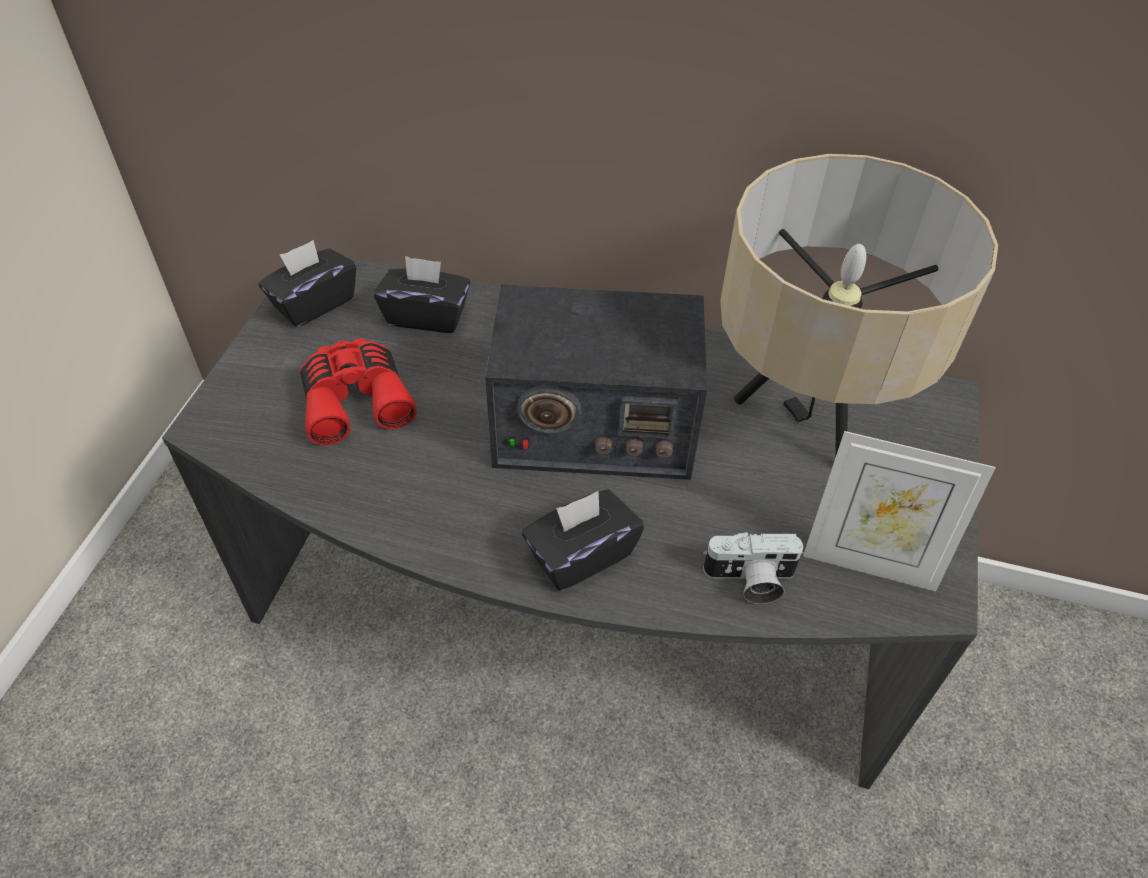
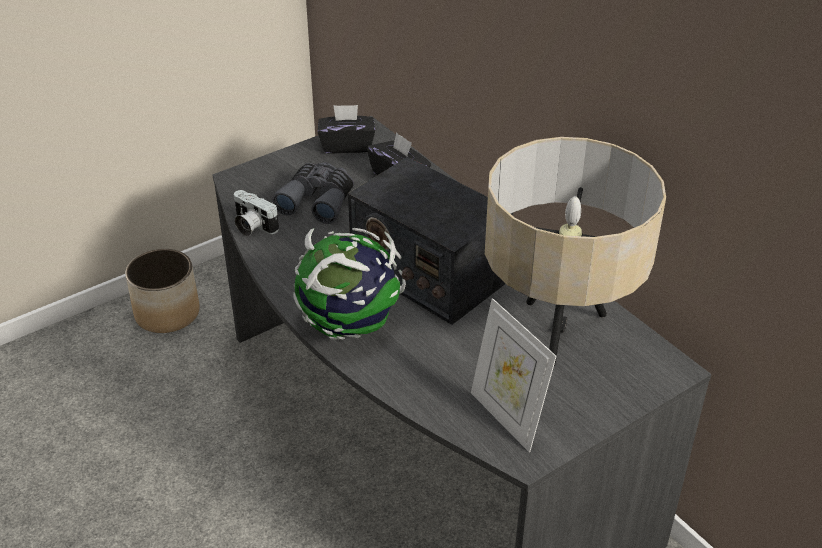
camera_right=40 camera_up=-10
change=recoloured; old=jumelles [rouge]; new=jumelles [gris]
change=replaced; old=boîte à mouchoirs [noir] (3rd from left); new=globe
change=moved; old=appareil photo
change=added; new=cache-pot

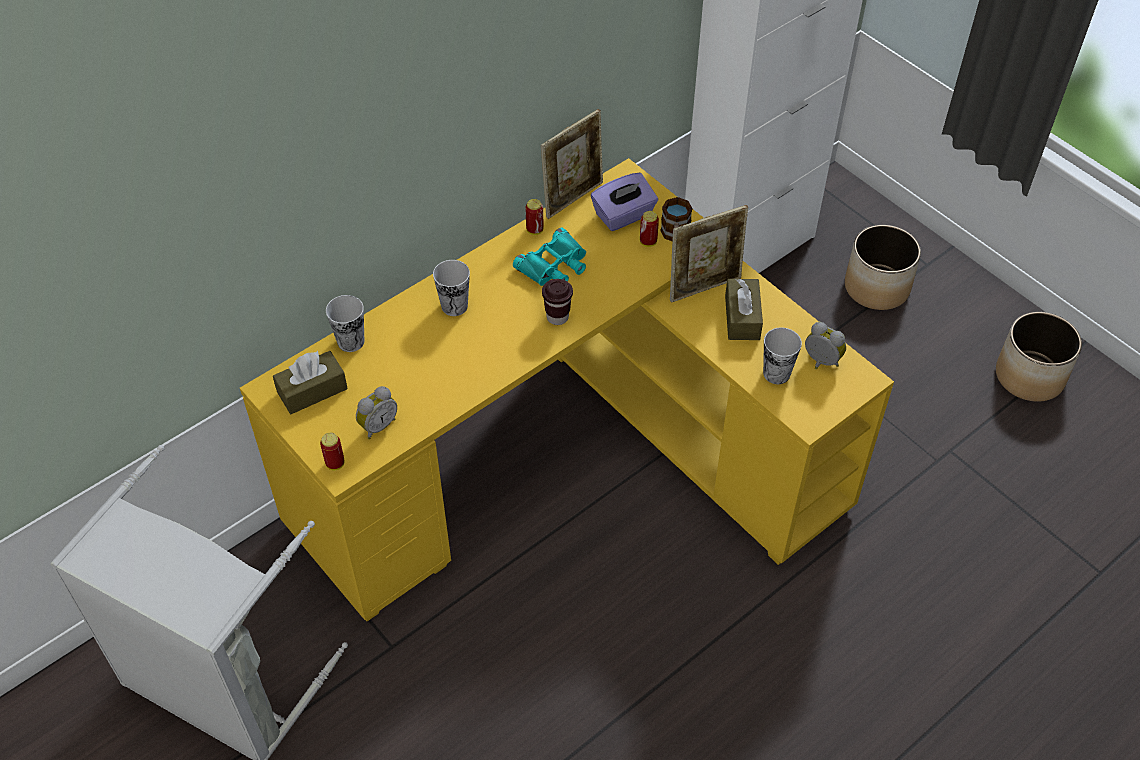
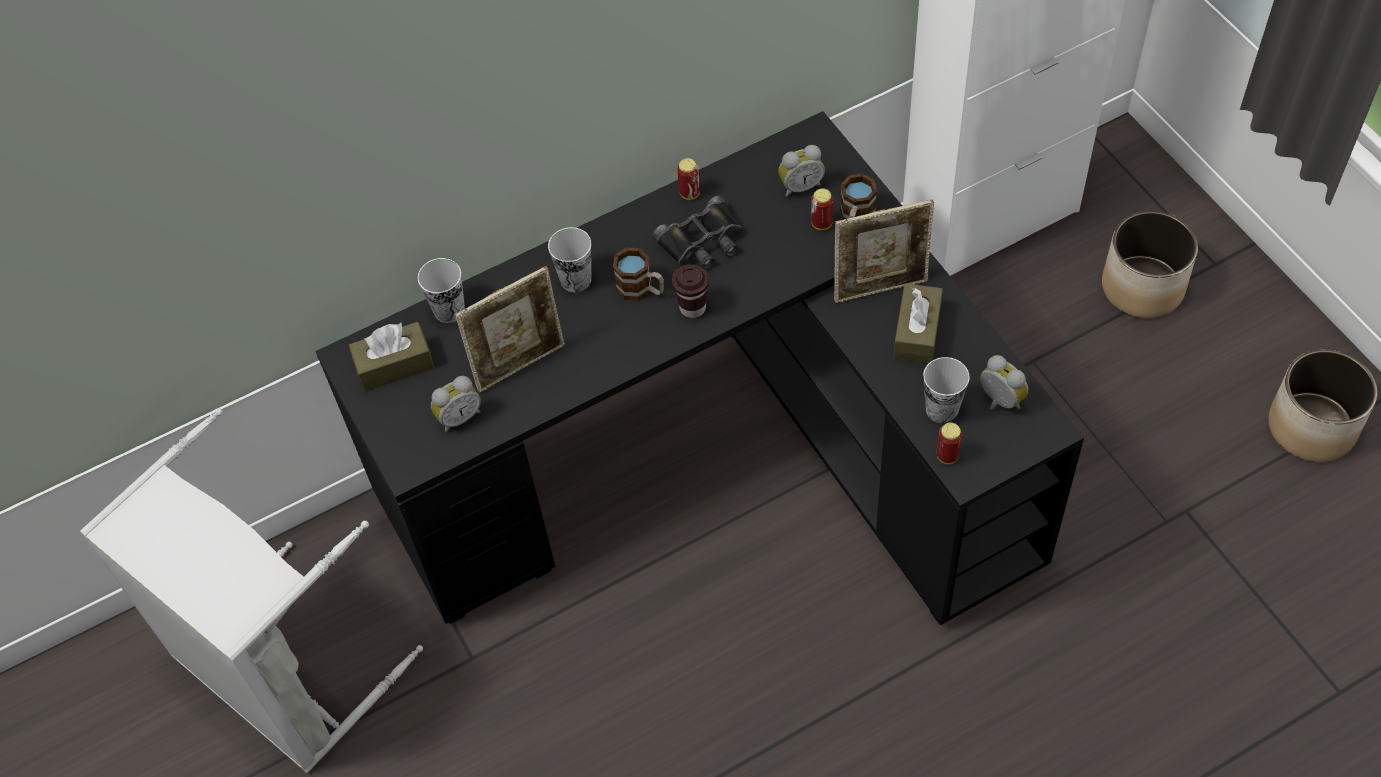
camera_right=15 camera_up=5
change=moved; old=cadre photo (1st from left)
change=recoloured; old=bureau [jaune]; new=bureau [noir]
change=replaced; old=boîte à mouchoirs [violet]; new=réveil (2nd from left)
change=recoloured; old=jumelles [turquoise]; new=jumelles [noir]
change=moved; old=boîte métallique (1st from left in the first image); new=boîte métallique (3rd from left)
change=added; new=mug (1st from left)

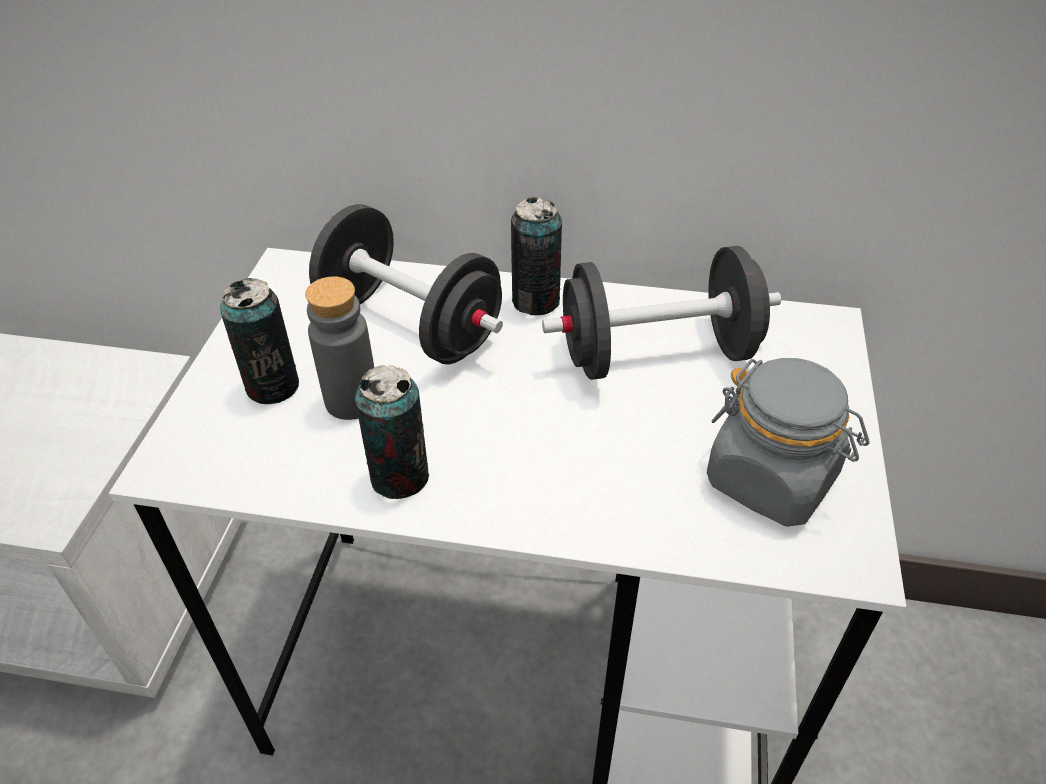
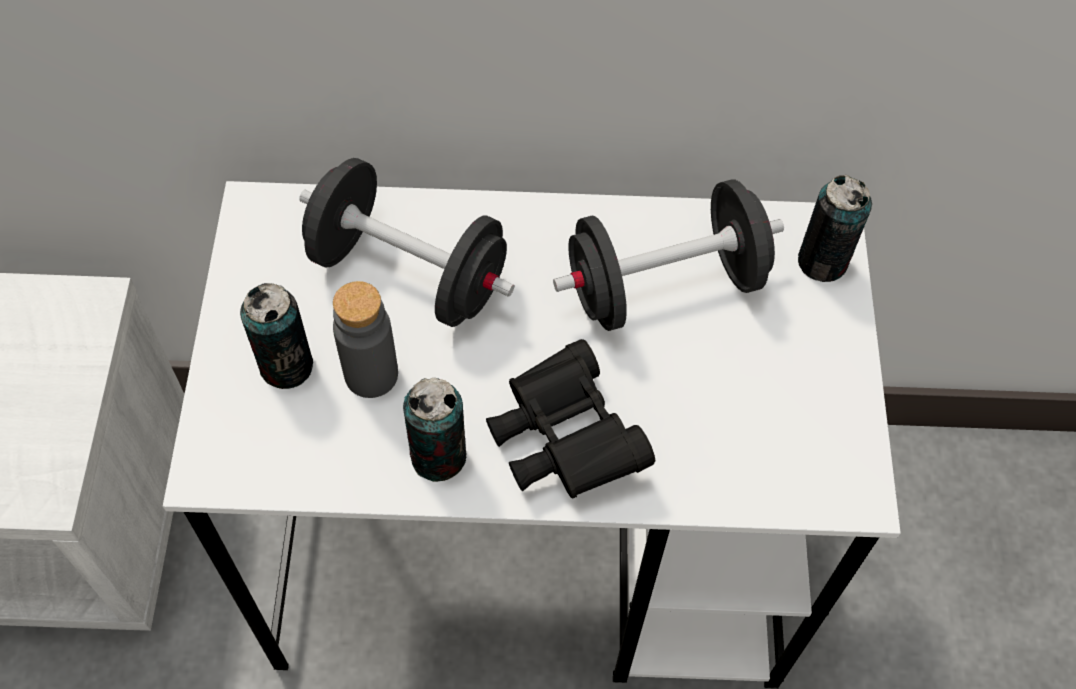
camera_right=-10 camera_up=15
change=moved; old=boîte métallique (3rd from left)
change=removed; old=bocal [gris]
change=added; new=jumelles [noir]

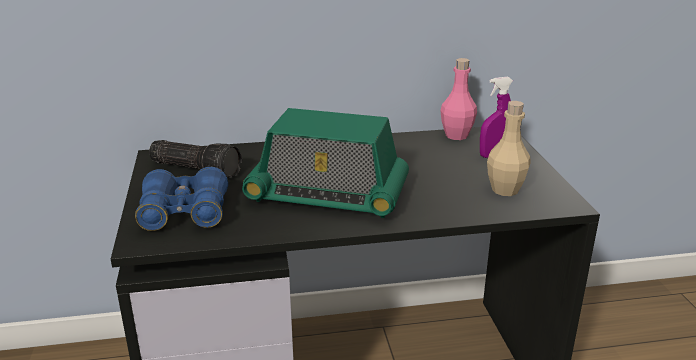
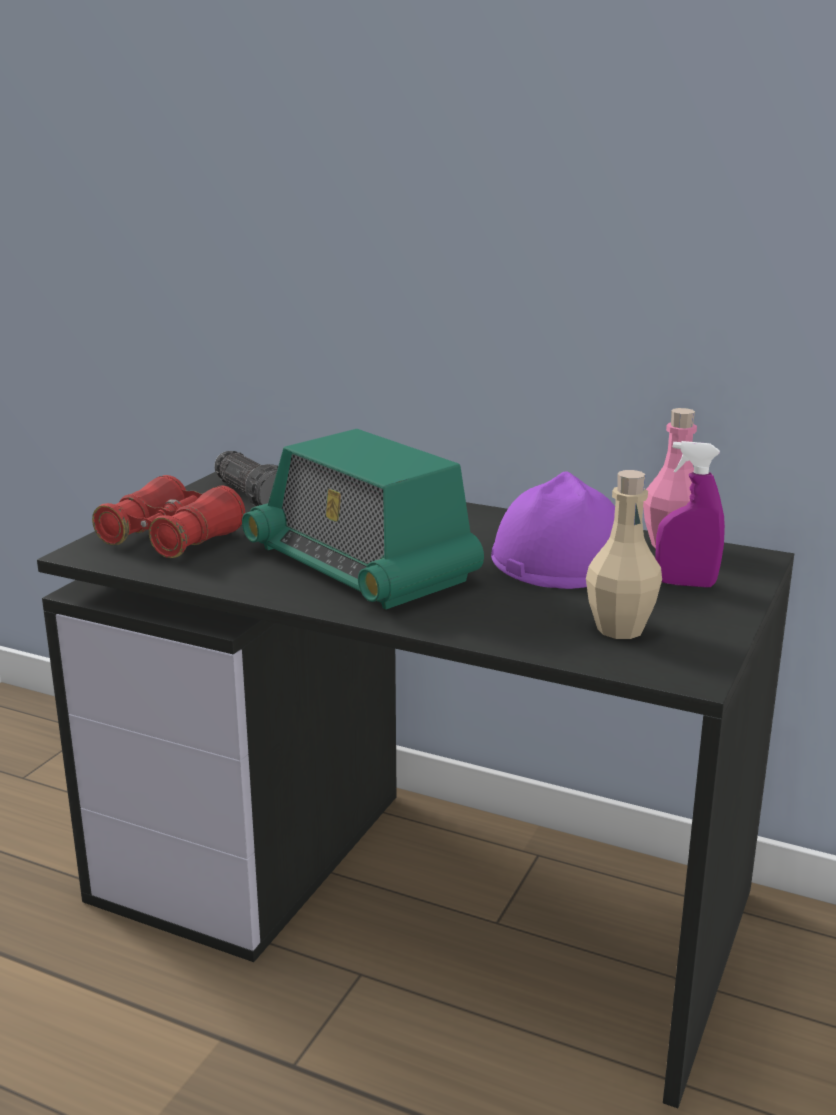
camera_right=35 camera_up=-5
change=recoloured; old=jumelles [bleu]; new=jumelles [rouge]
change=added; new=casque de chantier [violet]

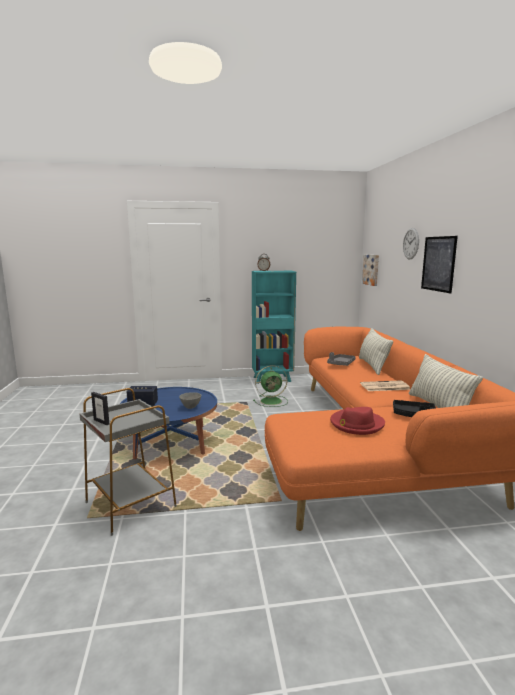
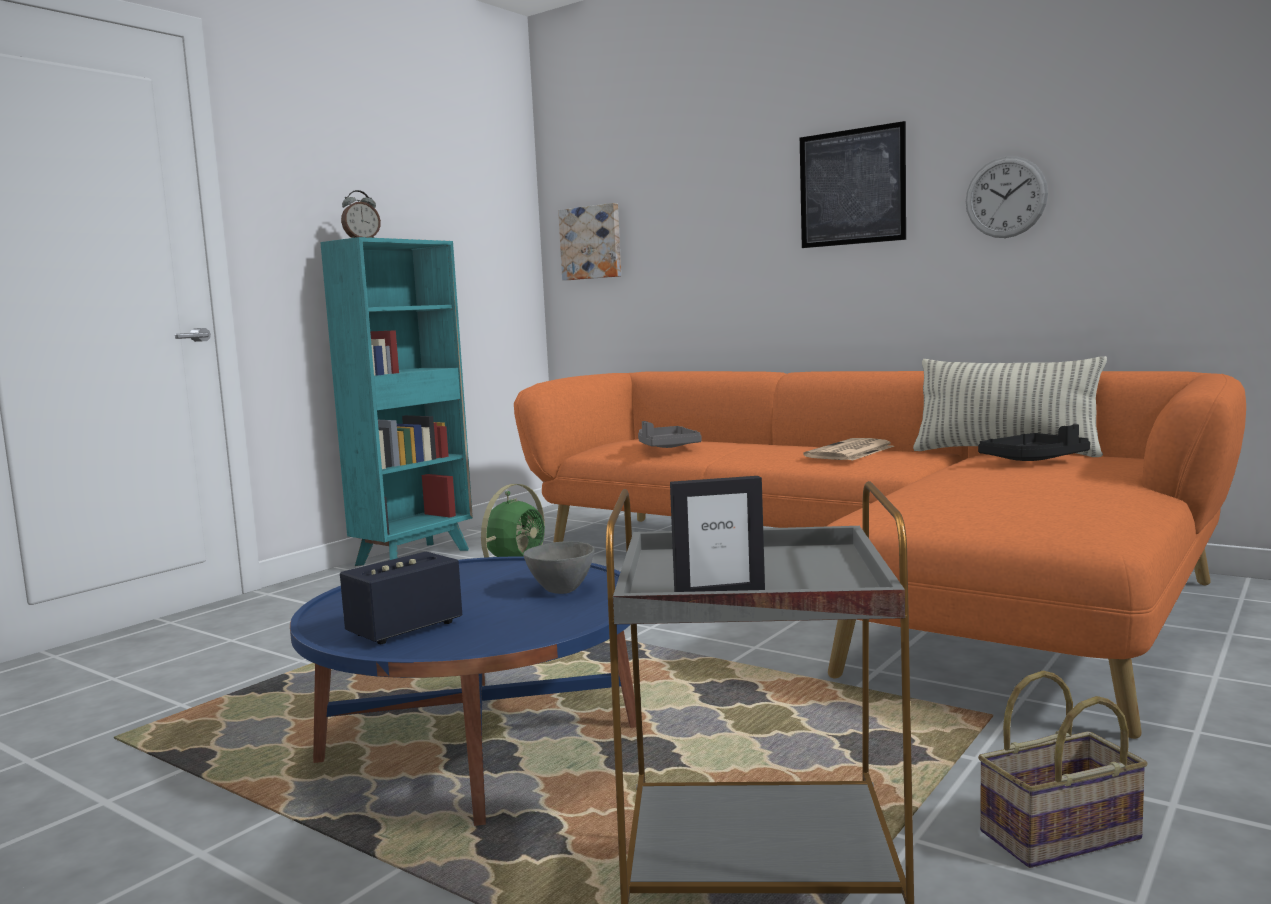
camera_right=-45 camera_up=-5
change=moved; old=horloge murale
change=removed; old=coussin (1st from left)
change=removed; old=chapeau [rouge]
change=added; new=panier

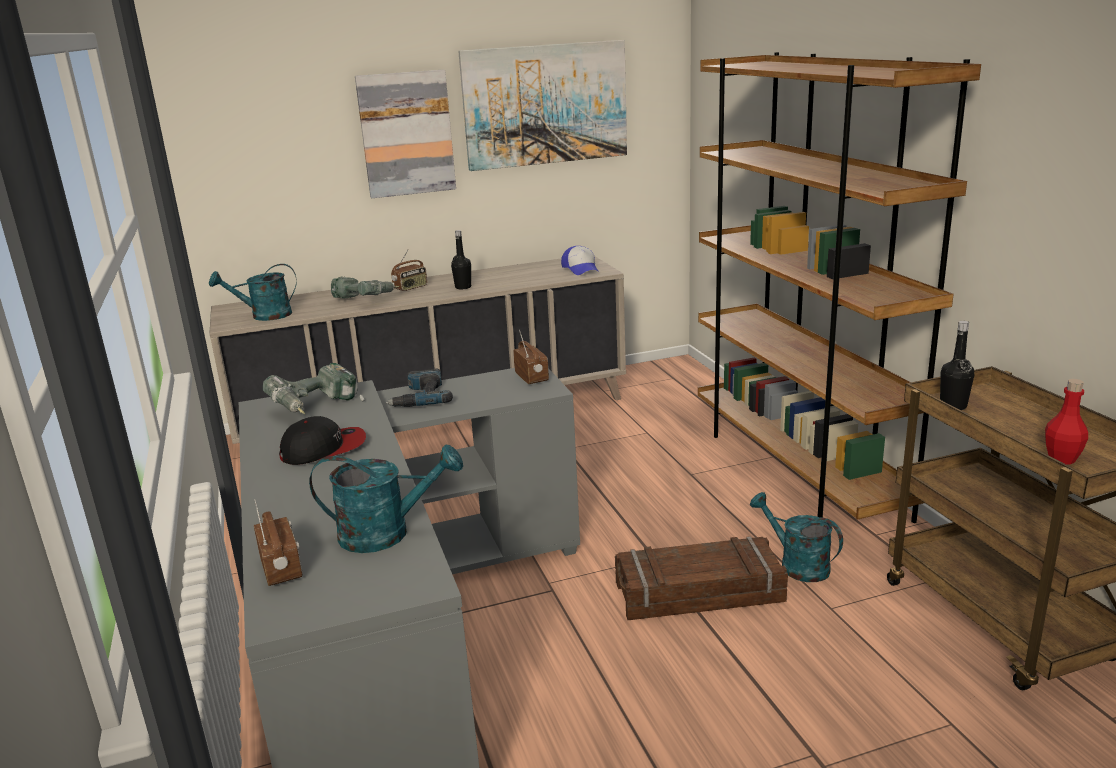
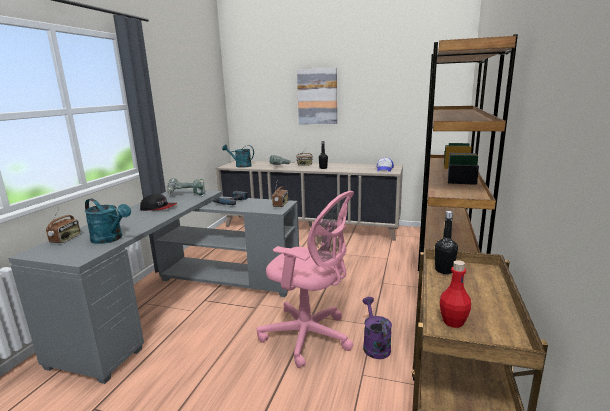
camera_right=35 camera_up=-5
change=removed; old=tableau (2nd from left)
change=recoloured; old=arrosoir [turquoise] (3rd from left); new=arrosoir [violet]
change=replaced; old=caisse; new=chaise de bureau [rose]

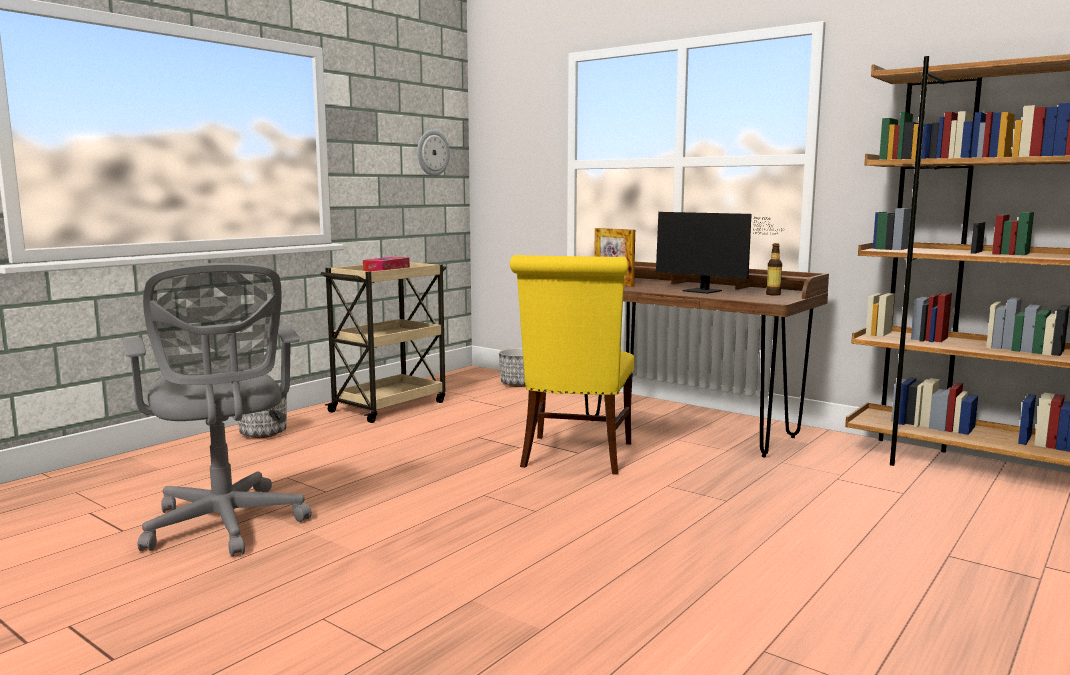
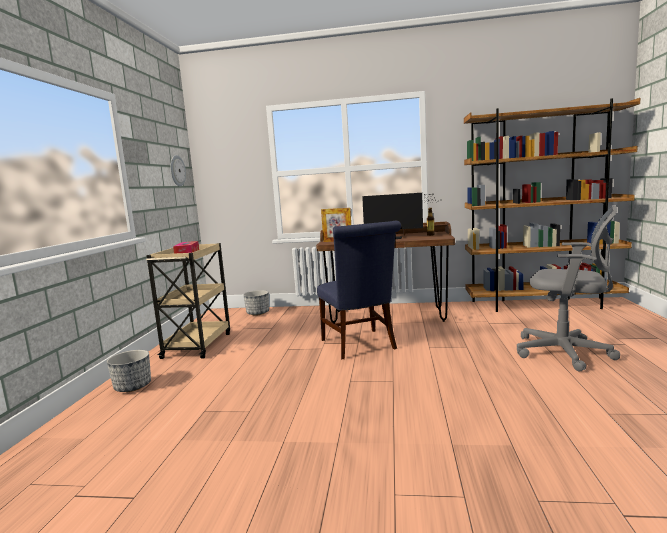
camera_right=-30 camera_up=0
change=recoloured; old=chaise [jaune]; new=chaise [bleu]
change=moved; old=chaise de bureau [gris]

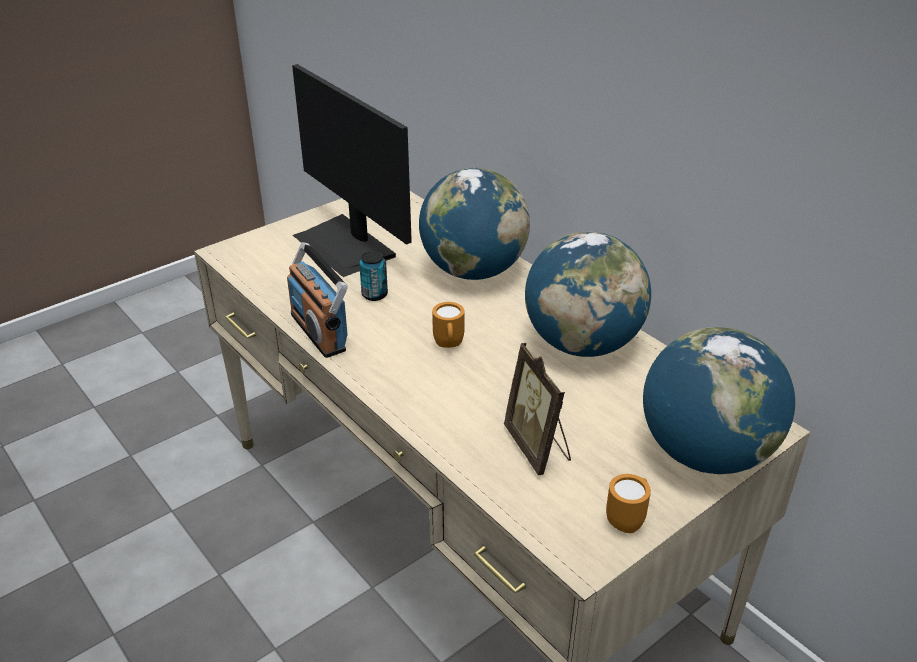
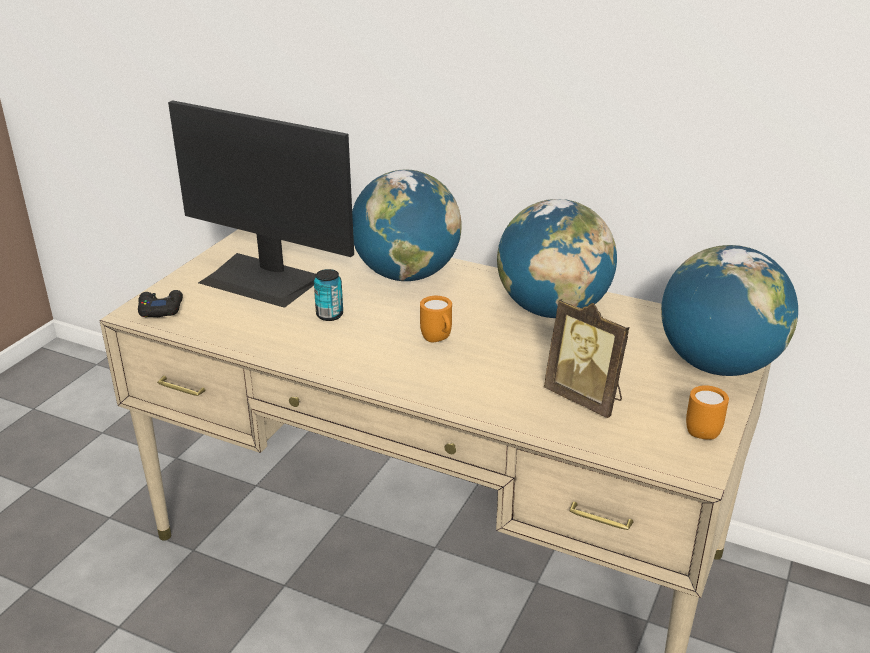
camera_right=-25 camera_up=-5
change=removed; old=radio
change=added; new=manette [noir]

